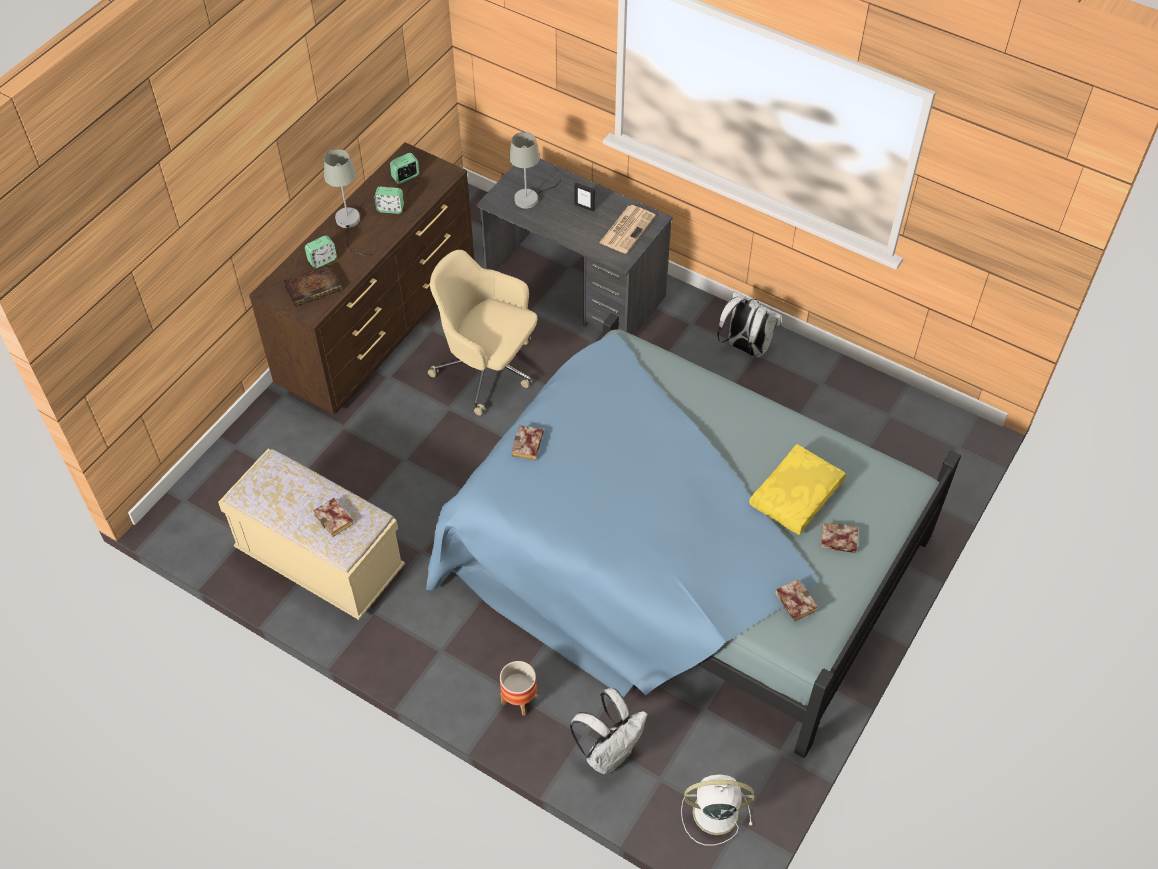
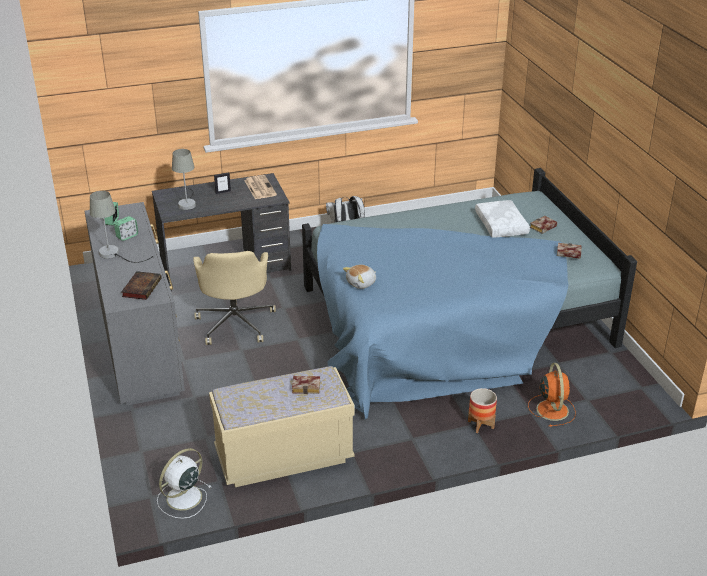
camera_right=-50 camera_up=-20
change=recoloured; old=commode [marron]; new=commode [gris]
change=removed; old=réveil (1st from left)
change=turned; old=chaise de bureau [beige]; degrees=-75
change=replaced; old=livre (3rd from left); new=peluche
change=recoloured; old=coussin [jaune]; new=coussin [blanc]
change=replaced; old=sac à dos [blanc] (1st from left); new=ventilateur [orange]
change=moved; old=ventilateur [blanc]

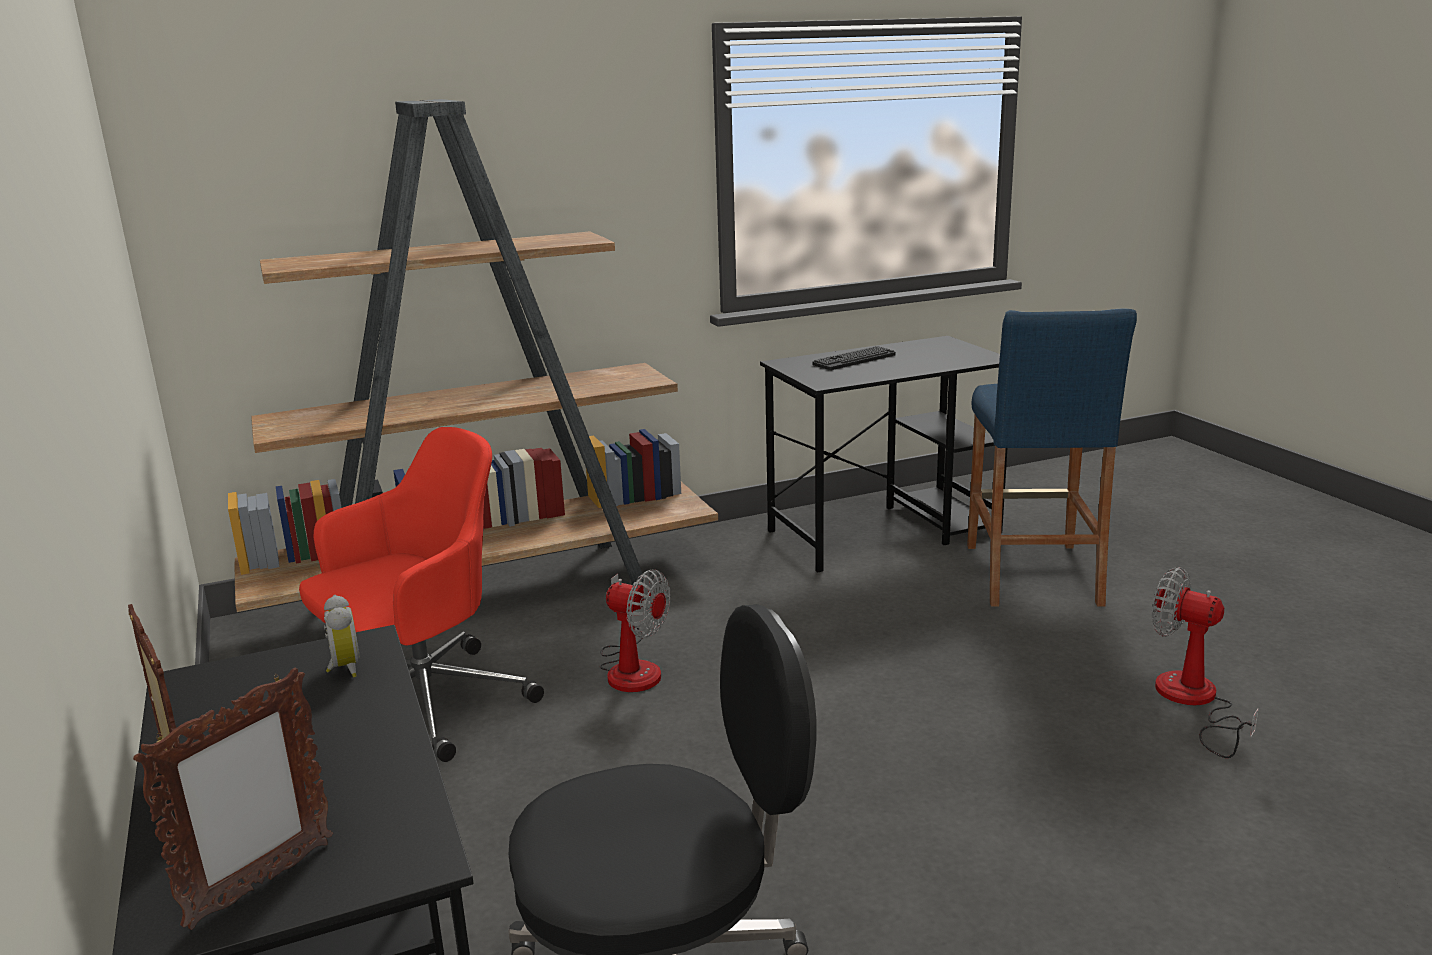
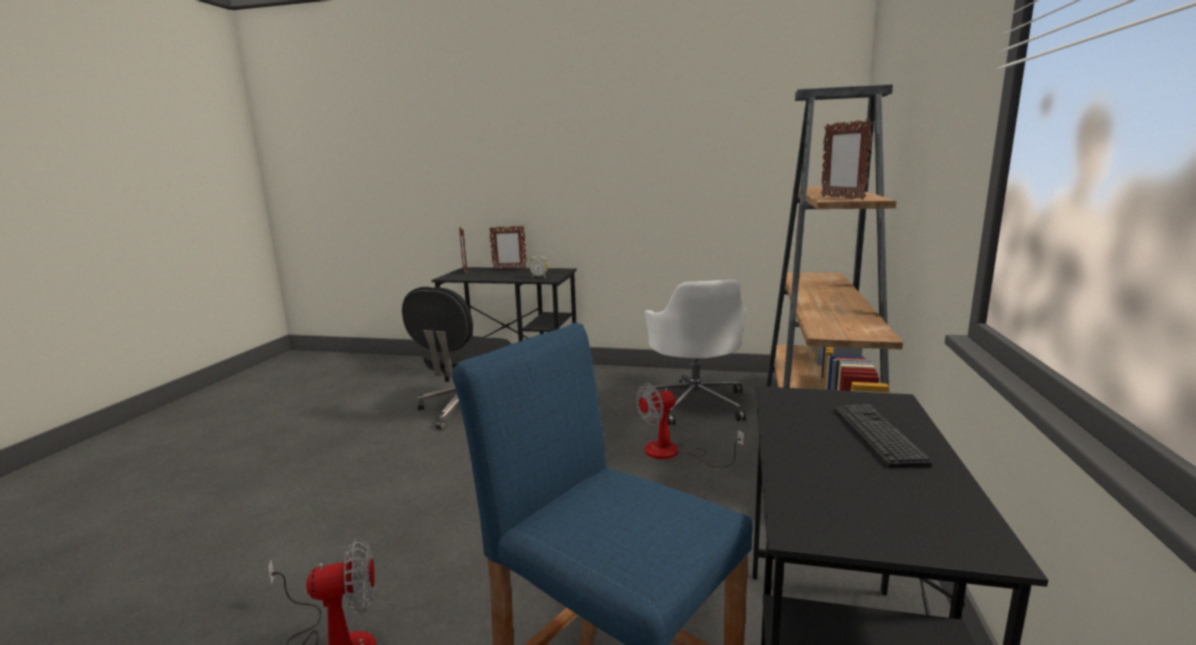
camera_right=125 camera_up=-5
change=recoloured; old=chaise de bureau [rouge]; new=chaise de bureau [blanc]
change=added; new=cadre photo (3rd from left)

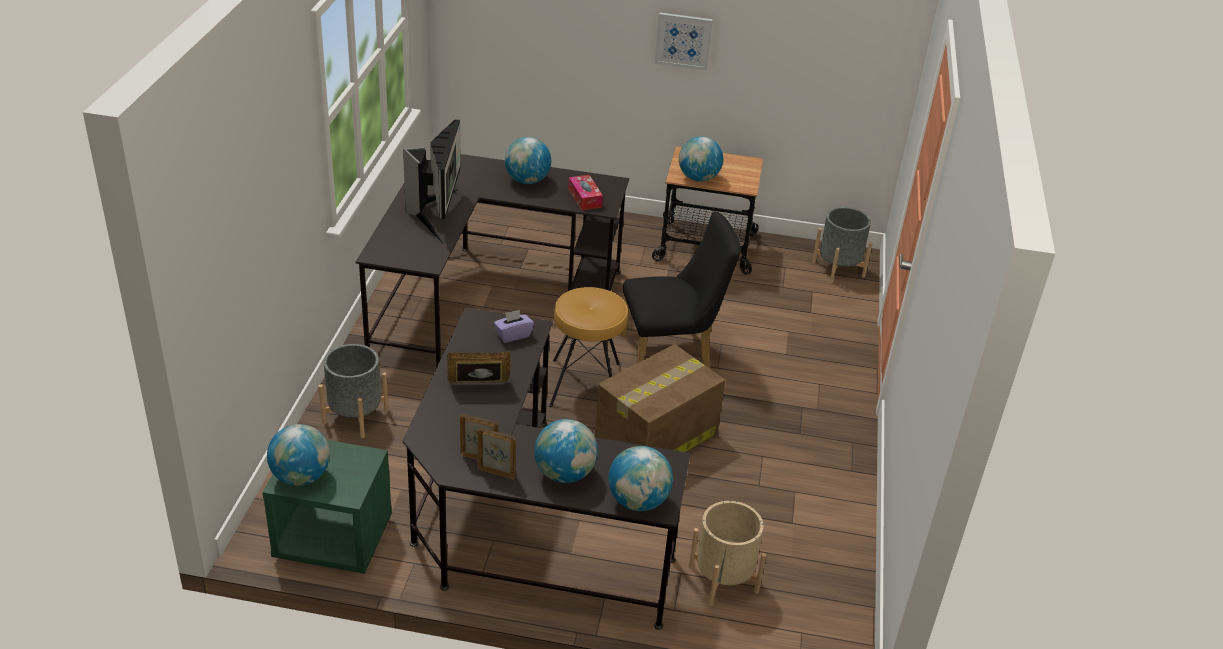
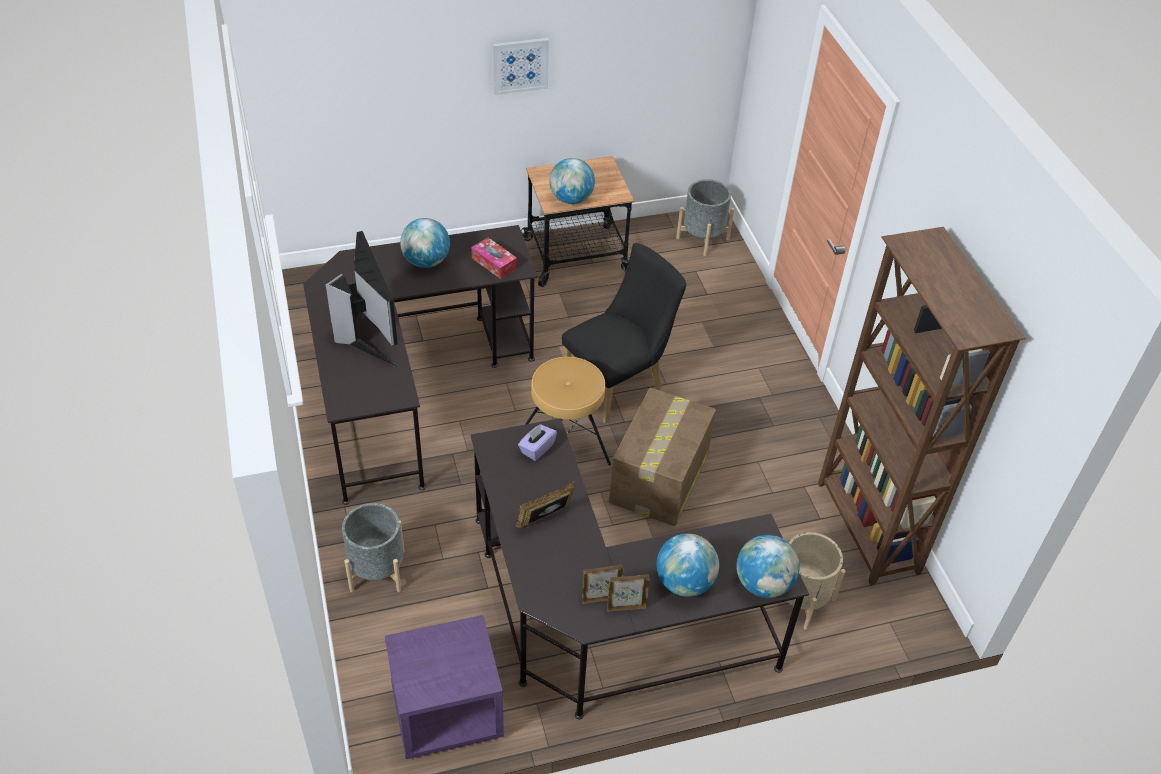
camera_right=-25 camera_up=10
change=removed; old=globe (1st from left)
change=recoloured; old=table de chevet [vert]; new=table de chevet [violet]
change=added; new=bibliothèque [marron]

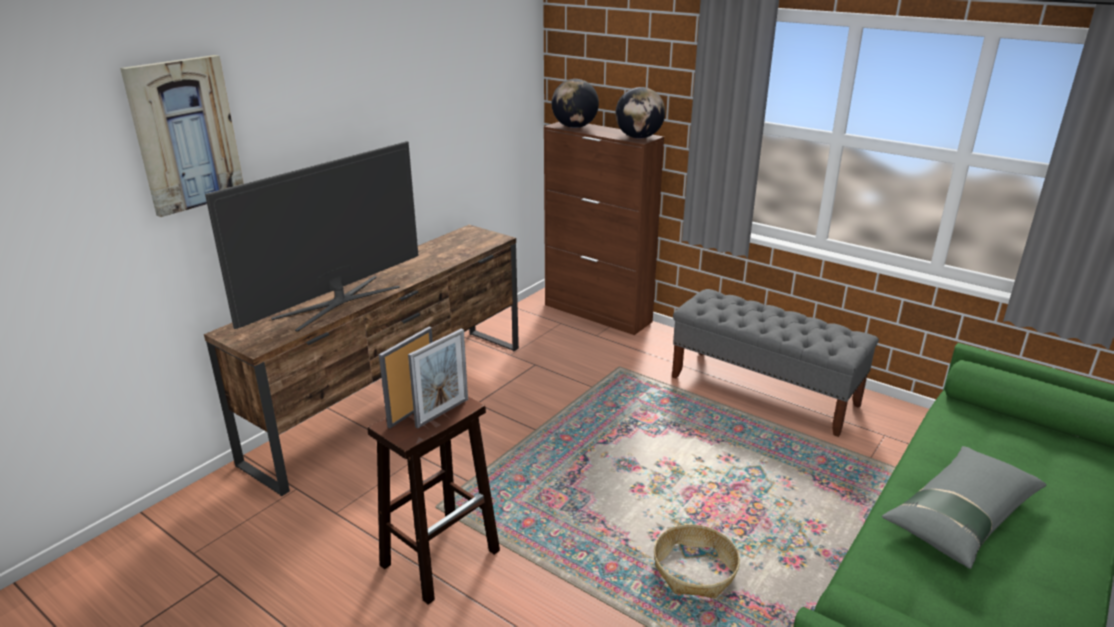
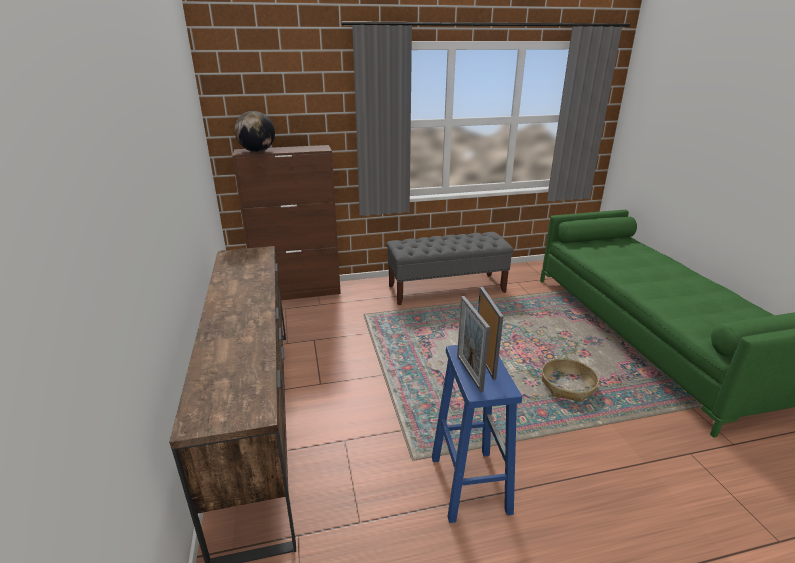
camera_right=-50 camera_up=0
change=removed; old=tableau
change=removed; old=globe (2nd from left)
change=removed; old=téléviseur
change=recoloured; old=tabouret [marron]; new=tabouret [bleu]
change=removed; old=coussin [gris]

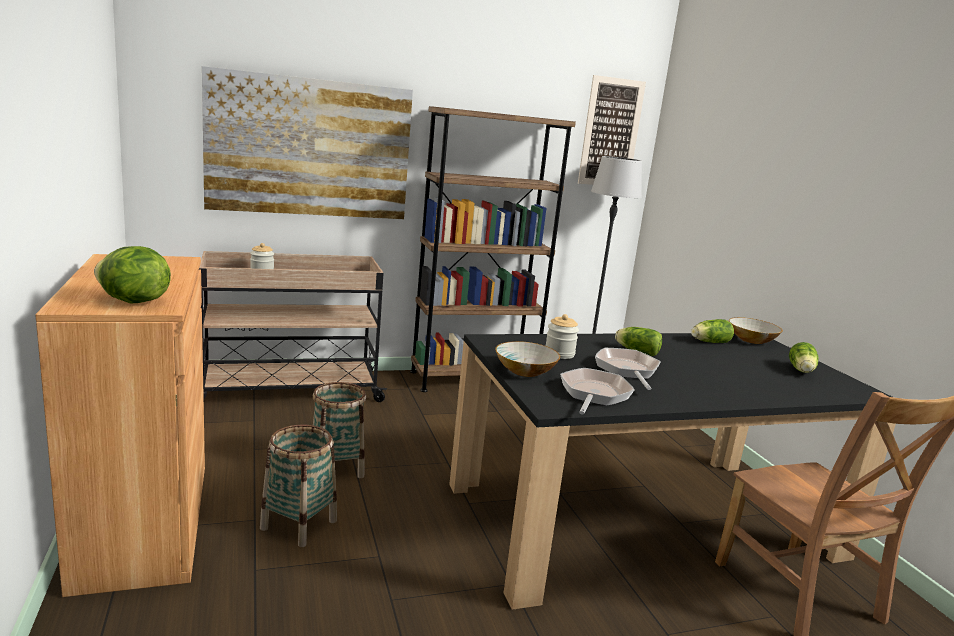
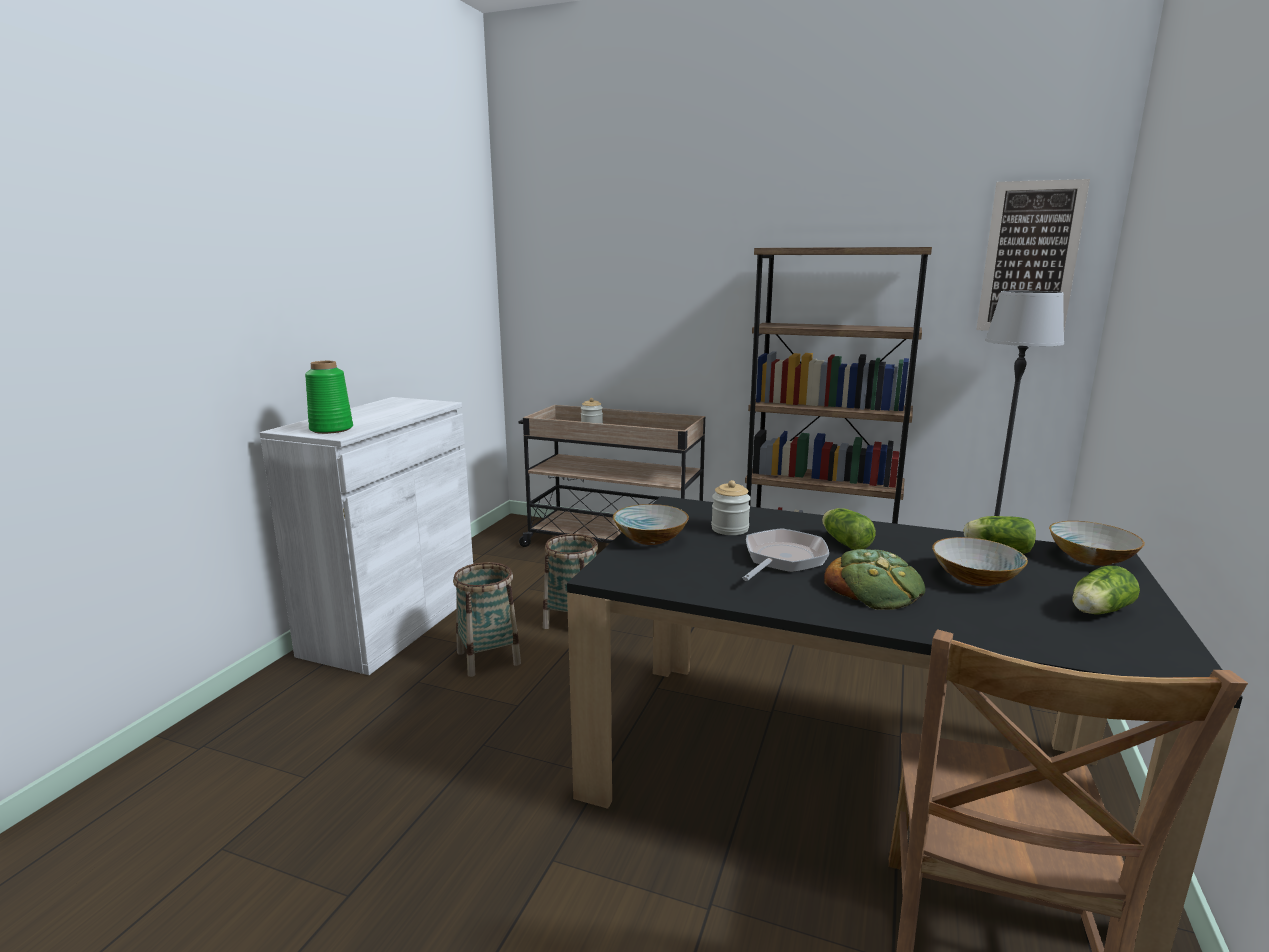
camera_right=40 camera_up=0
change=removed; old=tableau (1st from left)
change=replaced; old=laitue (1st from left); new=vase [vert]
change=recoloured; old=meuble de rangement [marron]; new=meuble de rangement [blanc]
change=removed; old=poêle (1st from left)
change=added; new=bol (2nd from left)
change=added; new=pain

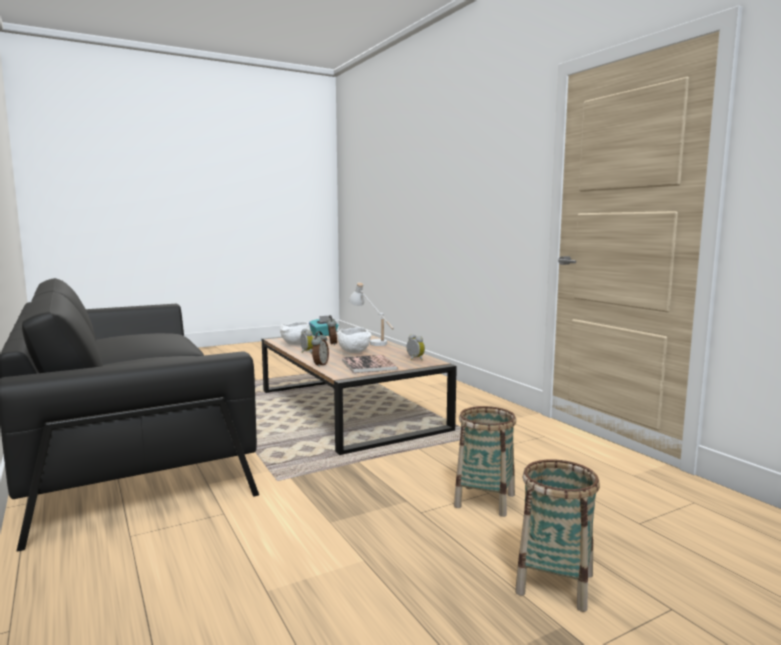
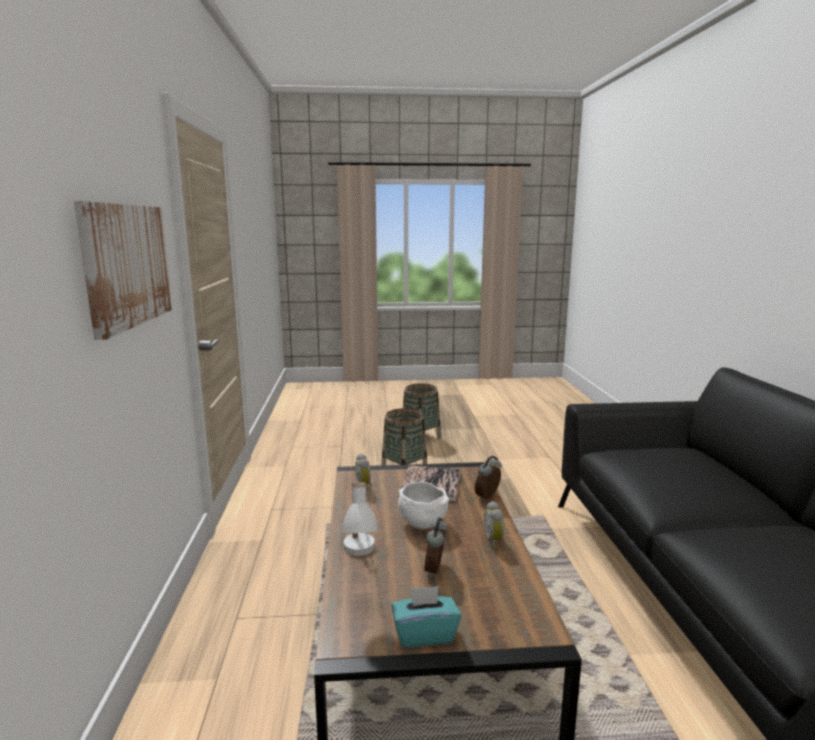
camera_right=-155 camera_up=5
change=removed; old=bol [blanc] (1st from left)
change=added; new=tableau

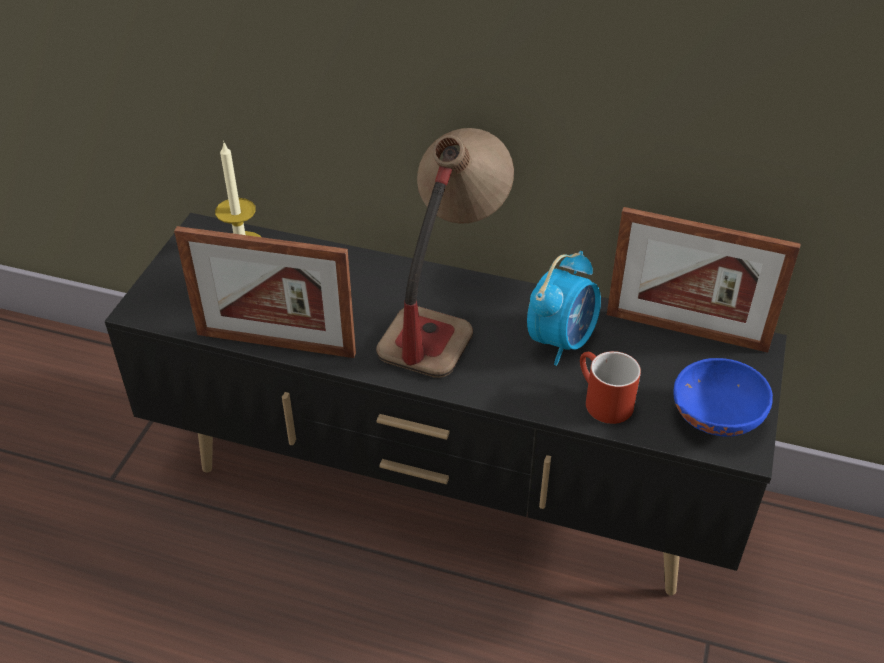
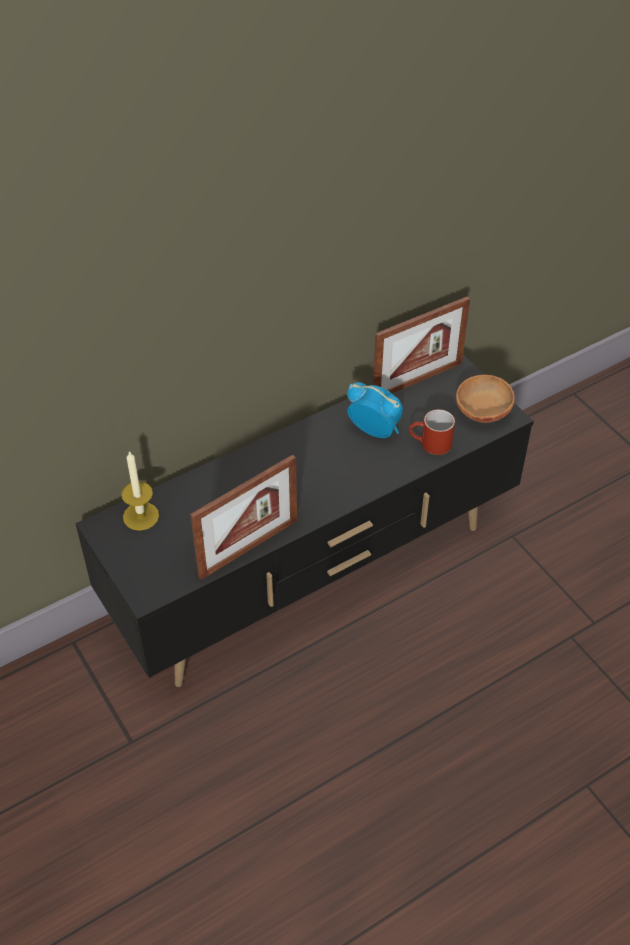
camera_right=-50 camera_up=5
change=removed; old=lampe de table
change=turned; old=réveil; degrees=-45
change=recoloured; old=bol [bleu]; new=bol [marron]

